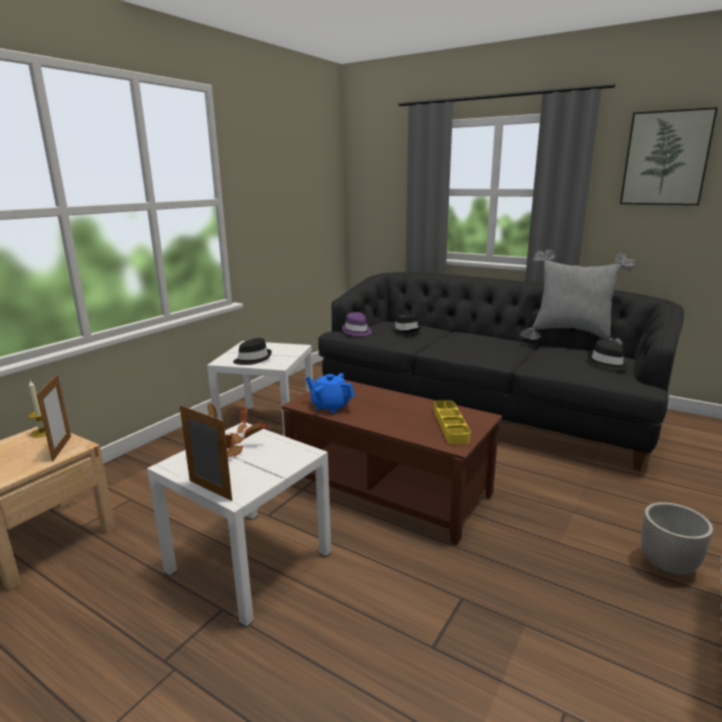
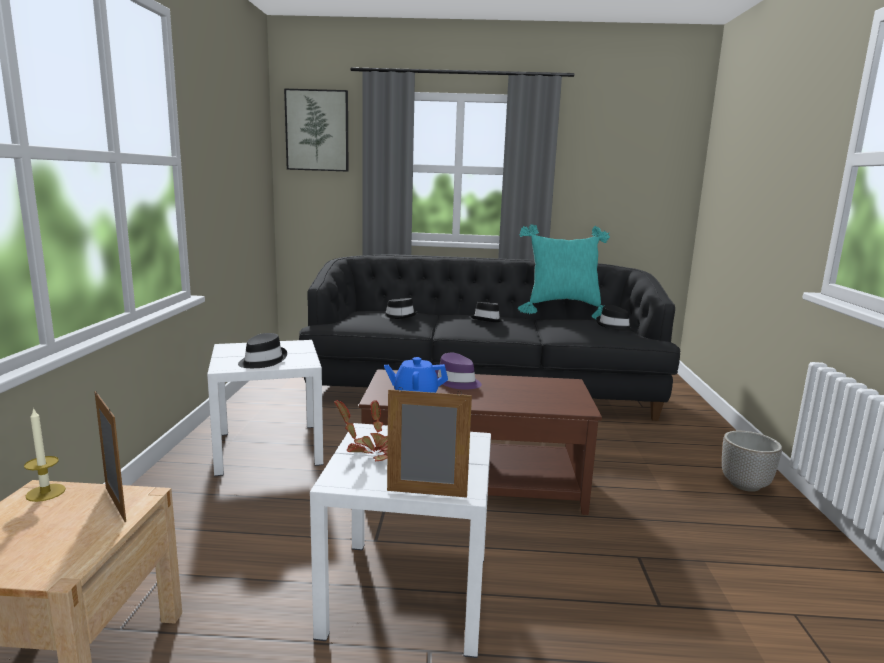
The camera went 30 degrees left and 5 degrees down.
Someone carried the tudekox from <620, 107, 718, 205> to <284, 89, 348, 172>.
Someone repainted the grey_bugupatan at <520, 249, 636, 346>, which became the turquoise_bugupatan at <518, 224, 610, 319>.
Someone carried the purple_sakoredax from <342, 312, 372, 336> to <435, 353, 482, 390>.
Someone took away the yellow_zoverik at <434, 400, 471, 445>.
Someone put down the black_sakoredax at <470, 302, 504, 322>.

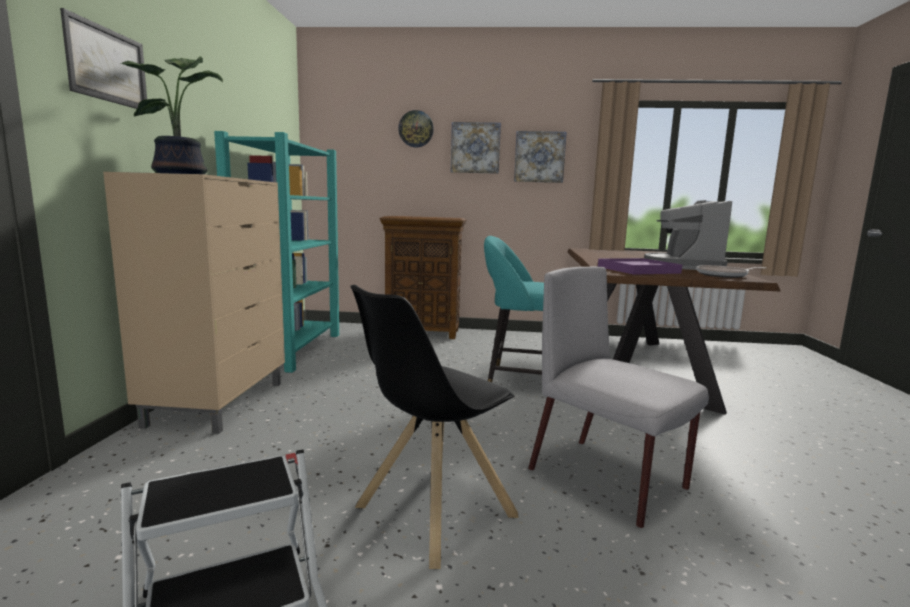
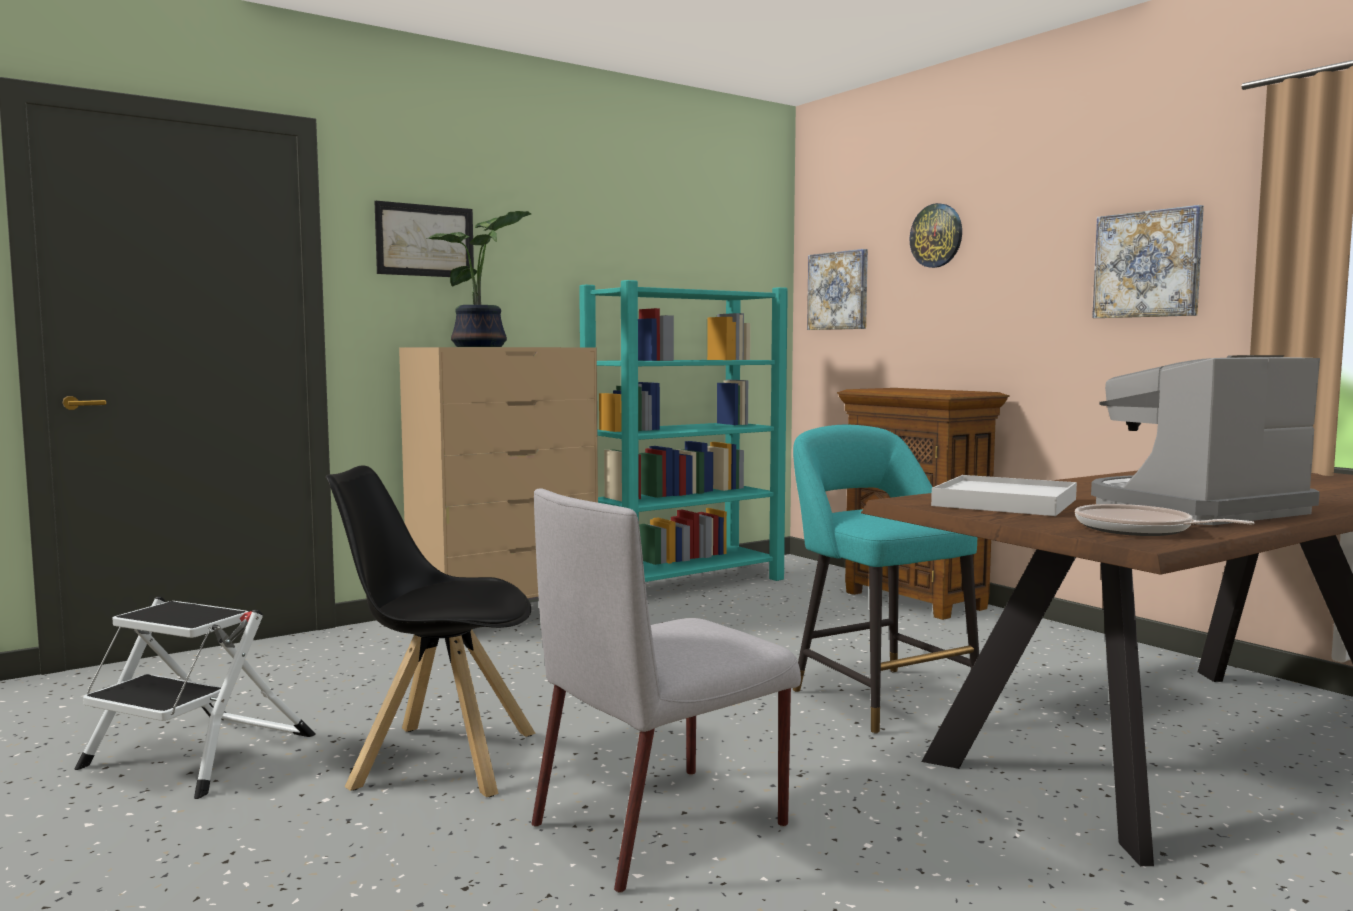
The camera went 50 degrees right and 5 degrees down.
Someone carried the tudekox from <451, 122, 501, 174> to <807, 249, 868, 330>.
Someone repainted the purple_zoverik at <598, 258, 682, 275>, which became the white_zoverik at <931, 475, 1077, 516>.
Someone rotated the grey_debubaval at <528, 267, 709, 528> by 135 degrees counterclockwise.

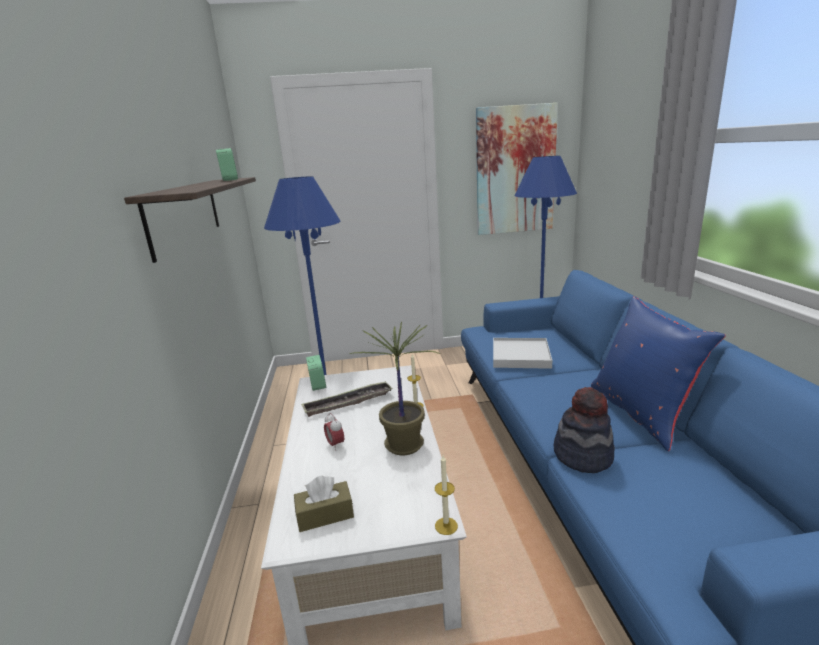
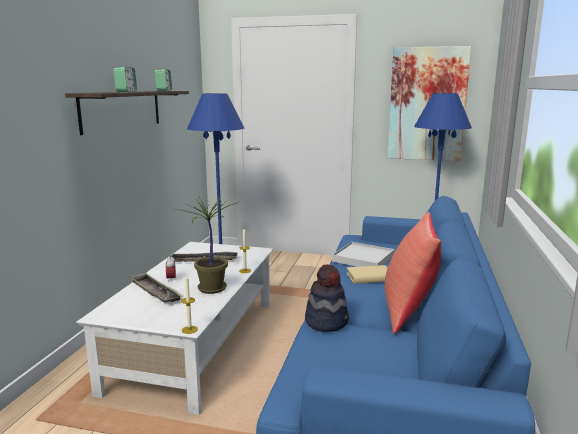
The camera went 20 degrees right and 5 degrees down.
Someone repainted the blue_bugupatan at <591, 296, 726, 451>, which became the red_bugupatan at <385, 212, 441, 334>.
Someone carried the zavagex from <306, 355, 326, 391> to <113, 67, 137, 92>.
Someone took away the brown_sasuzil at <294, 476, 354, 532>.
Someone put down the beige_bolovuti at <347, 265, 388, 284>.
Someone put down the zoverik at <129, 273, 183, 302>.

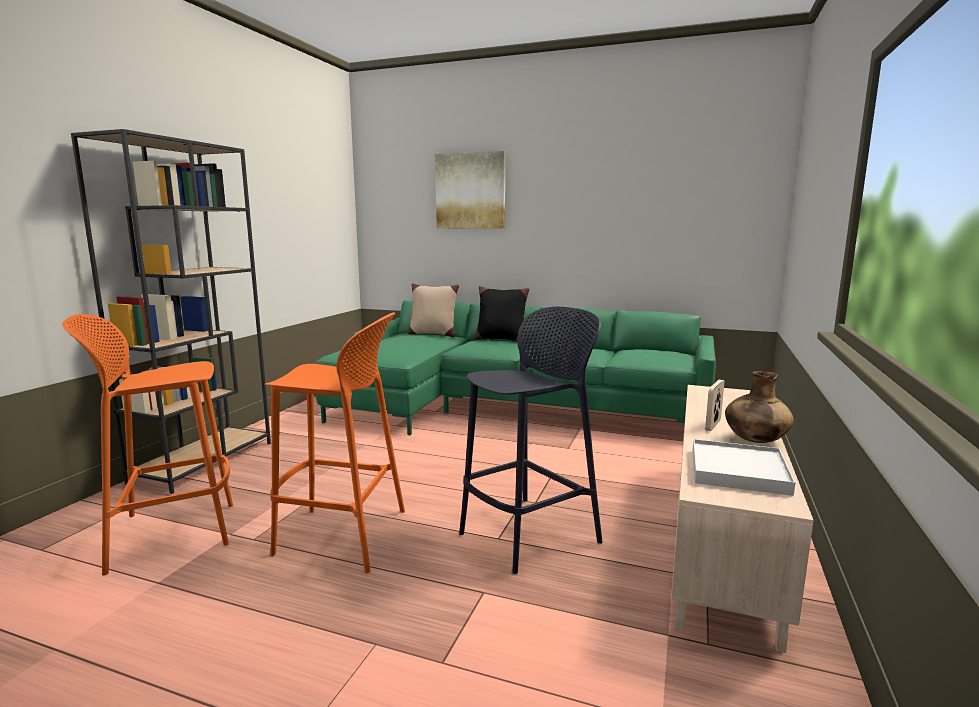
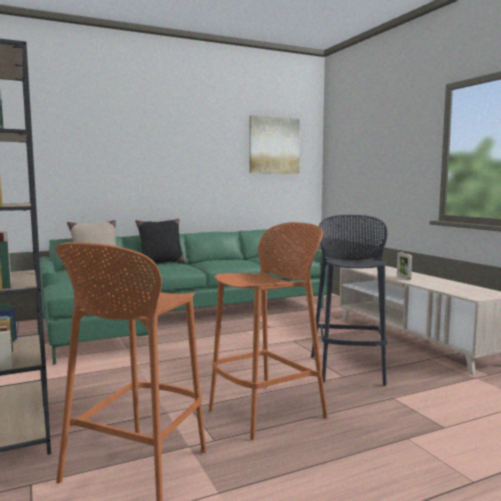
The camera went 45 degrees left and 5 degrees down.
Someone carried the tudekox from <435, 151, 505, 228> to <250, 115, 300, 174>.
Someone took away the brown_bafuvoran at <725, 371, 794, 443>.
Someone took away the white_zoverik at <693, 439, 795, 496>.

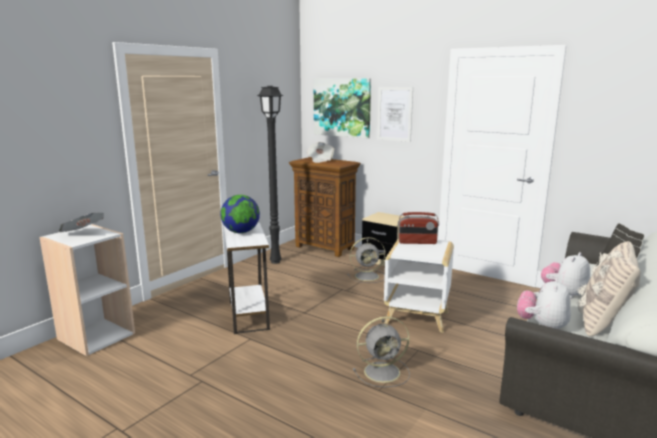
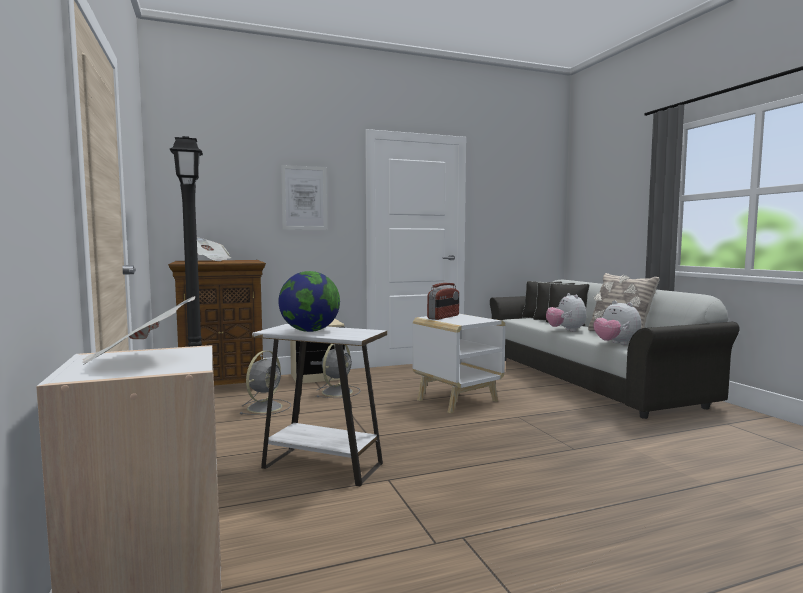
The camera went 55 degrees left and 10 degrees down.
Someone took away the tudekox at <314, 78, 371, 138>.
Someone carried the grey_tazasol from <353, 316, 410, 387> to <240, 351, 291, 415>.

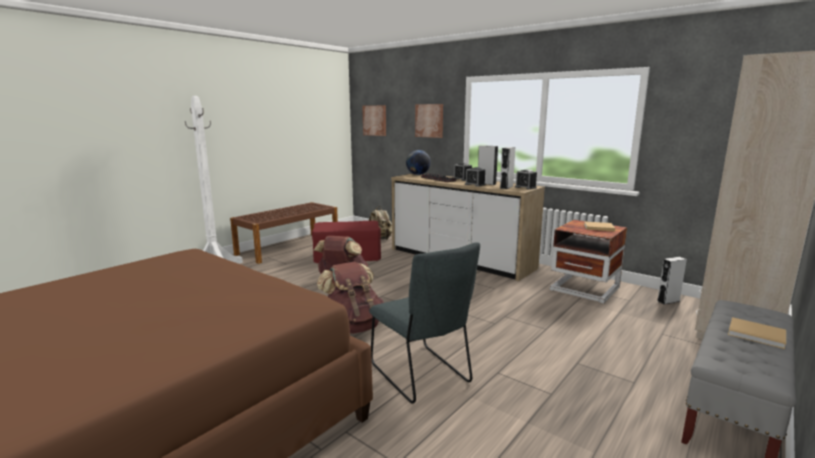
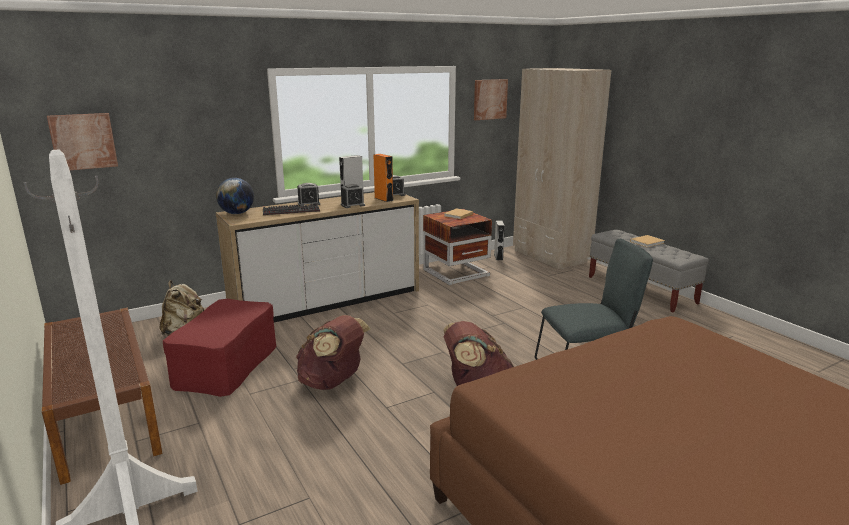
The camera went 70 degrees left and 5 degrees up.
Someone carried the tudekox from <415, 104, 443, 138> to <474, 79, 508, 120>.
Someone repainted the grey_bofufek at <500, 147, 515, 189>, which became the orange_bofufek at <373, 154, 393, 202>.

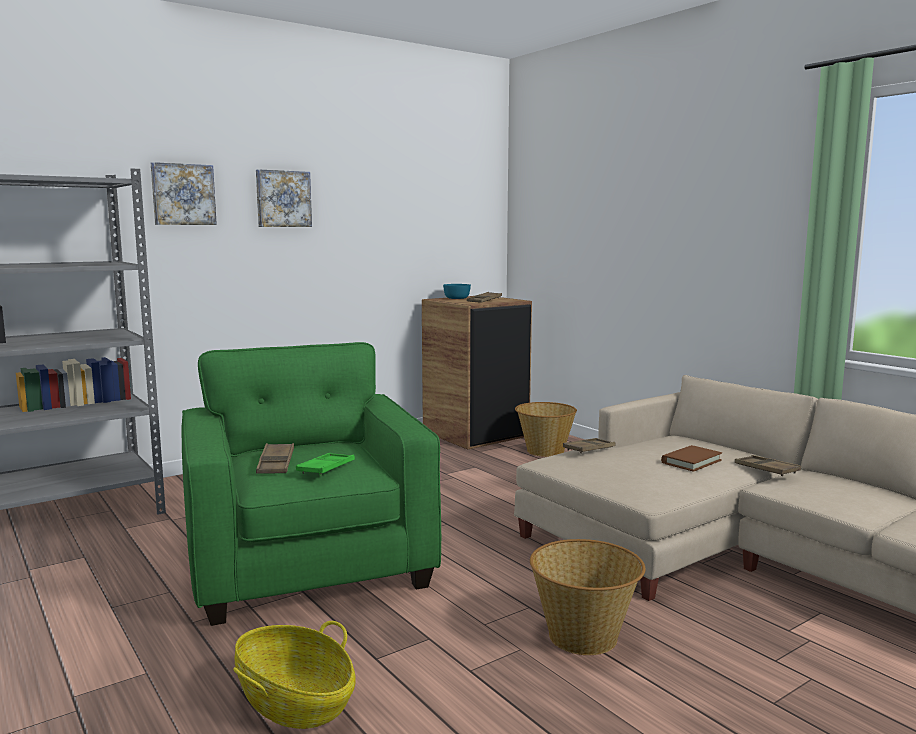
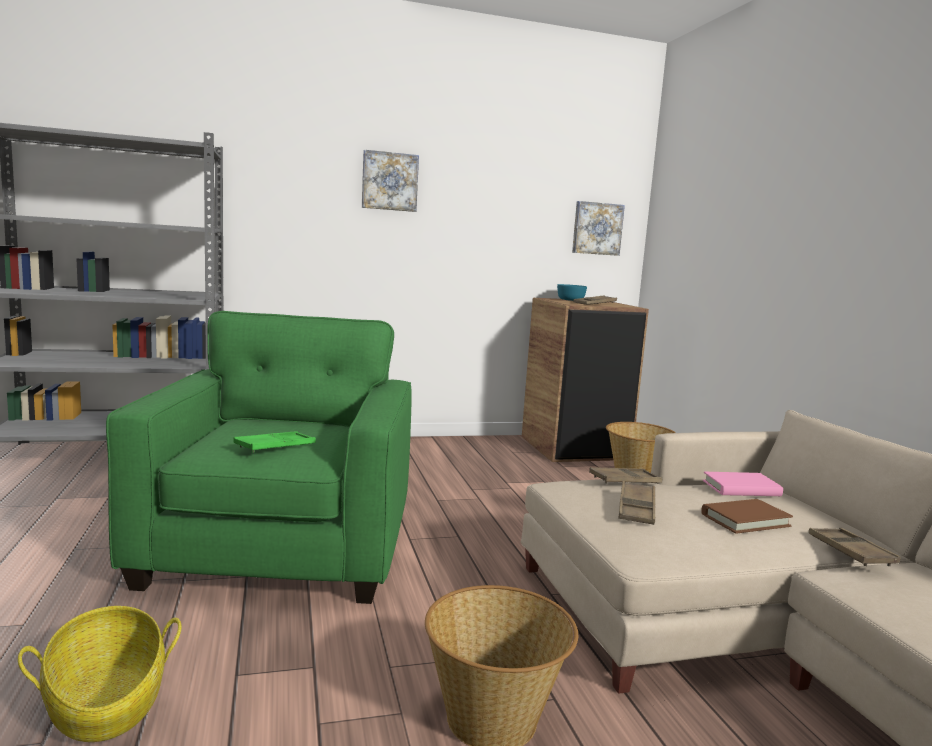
The camera went 20 degrees right and 0 degrees up.
Someone carried the tudekox from <151, 162, 217, 225> to <572, 201, 625, 256>.
Someone carried the brown_zoverik from <256, 443, 294, 474> to <618, 481, 655, 525>.
Someone put down the pink_bolovuti at <703, 472, 783, 496>.

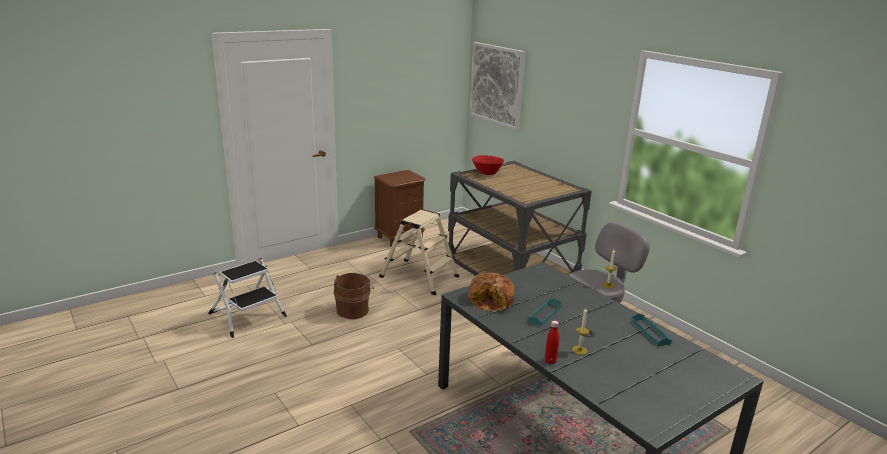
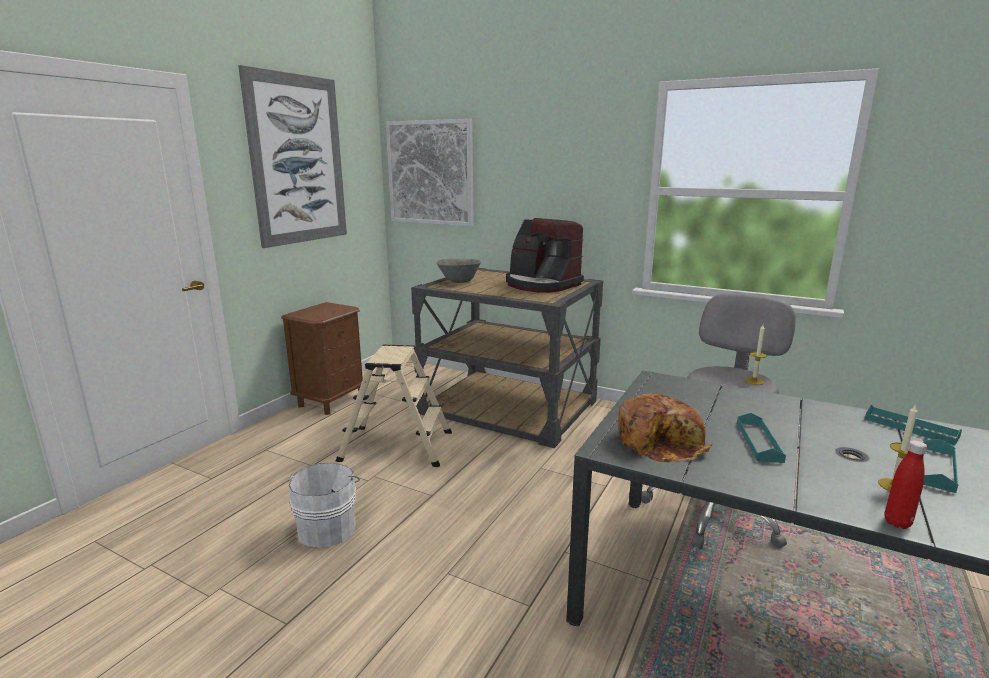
The camera went 25 degrees left and 5 degrees down.
Someone repainted the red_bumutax at <472, 155, 504, 175>, which became the grey_bumutax at <437, 259, 481, 283>.
Someone took away the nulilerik at <208, 258, 287, 338>.
Someone repainted the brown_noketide at <334, 273, 374, 319>, which became the white_noketide at <288, 463, 360, 548>.
Someone put up the tudekox at <238, 65, 347, 248>.
Someone put down the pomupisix at <506, 218, 584, 293>.
Someone put down the turquoise_zoverik at <923, 439, 959, 493>.

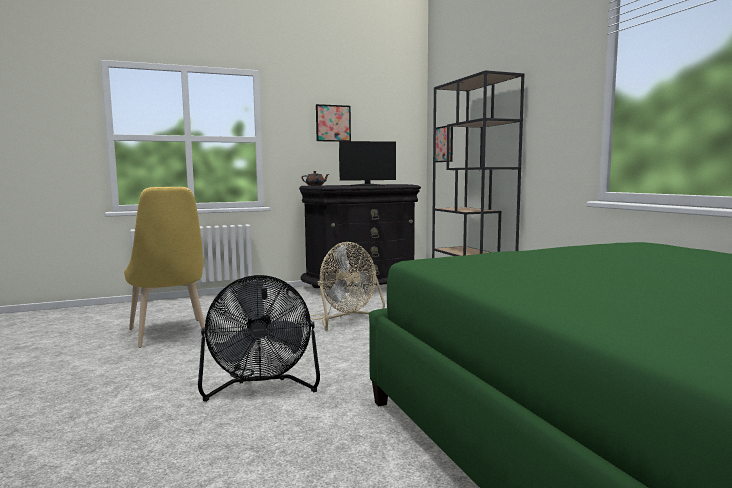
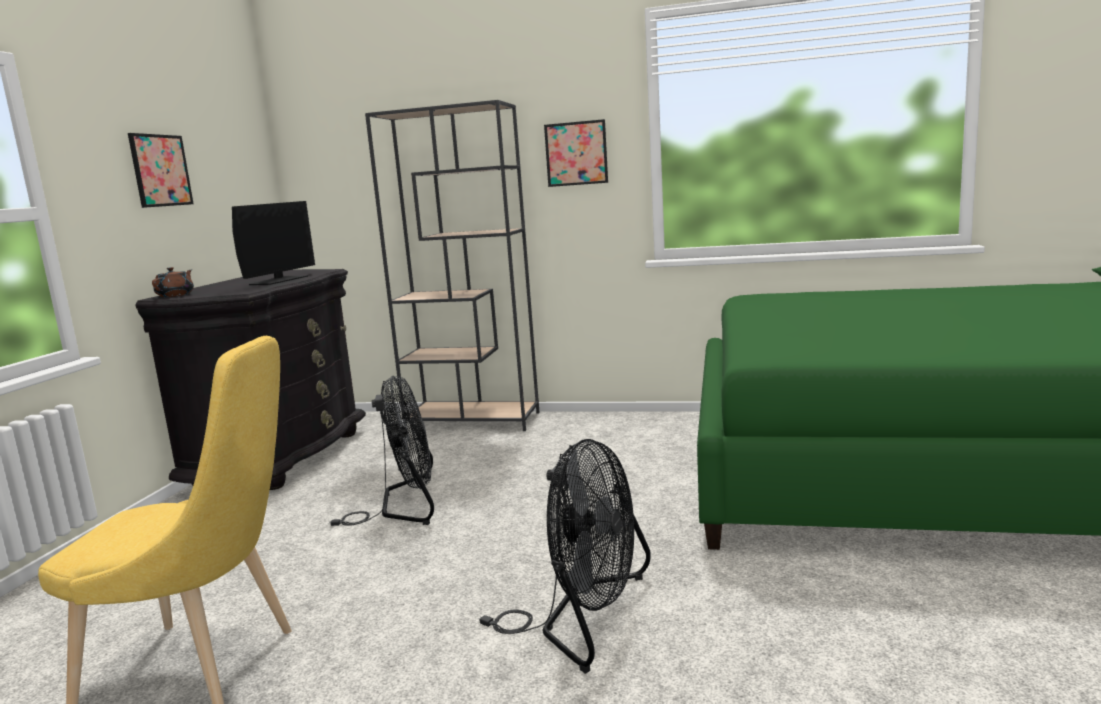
The camera went 55 degrees left and 5 degrees up.
Someone carried the tudekox from <436, 126, 453, 162> to <544, 119, 608, 187>.
Someone repainted the beige_tazasol at <310, 242, 385, 331>, which became the black_tazasol at <329, 376, 434, 526>.

